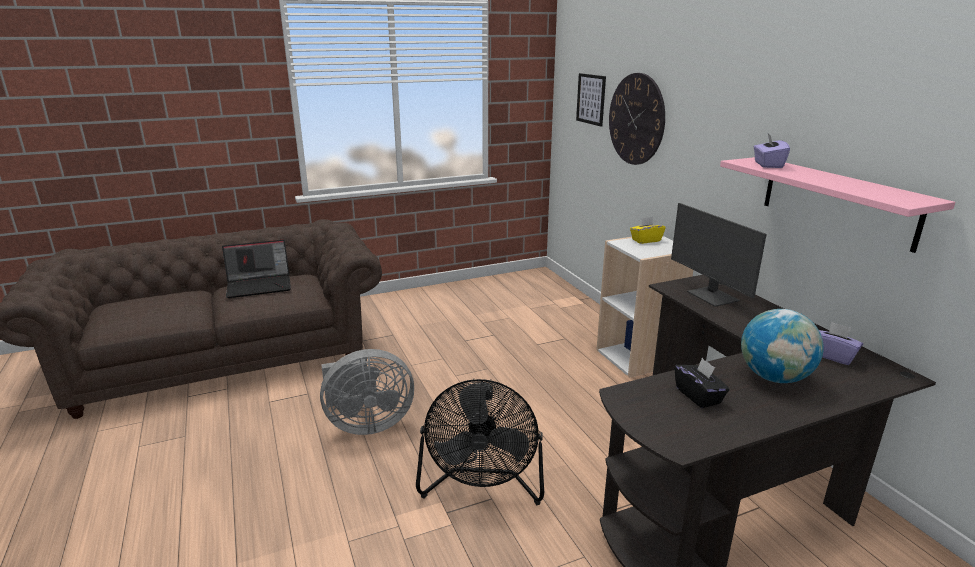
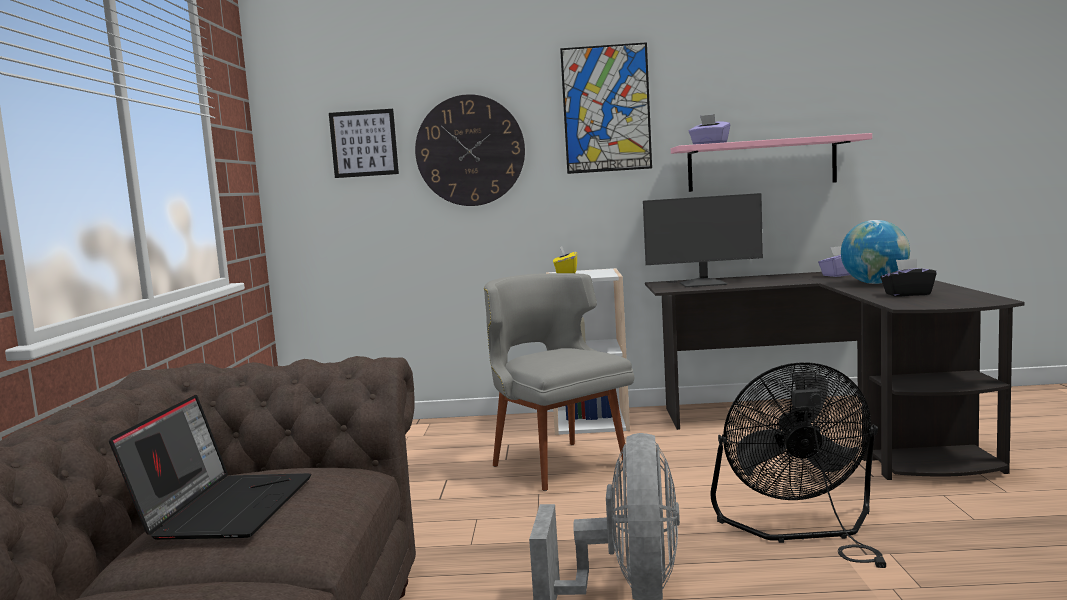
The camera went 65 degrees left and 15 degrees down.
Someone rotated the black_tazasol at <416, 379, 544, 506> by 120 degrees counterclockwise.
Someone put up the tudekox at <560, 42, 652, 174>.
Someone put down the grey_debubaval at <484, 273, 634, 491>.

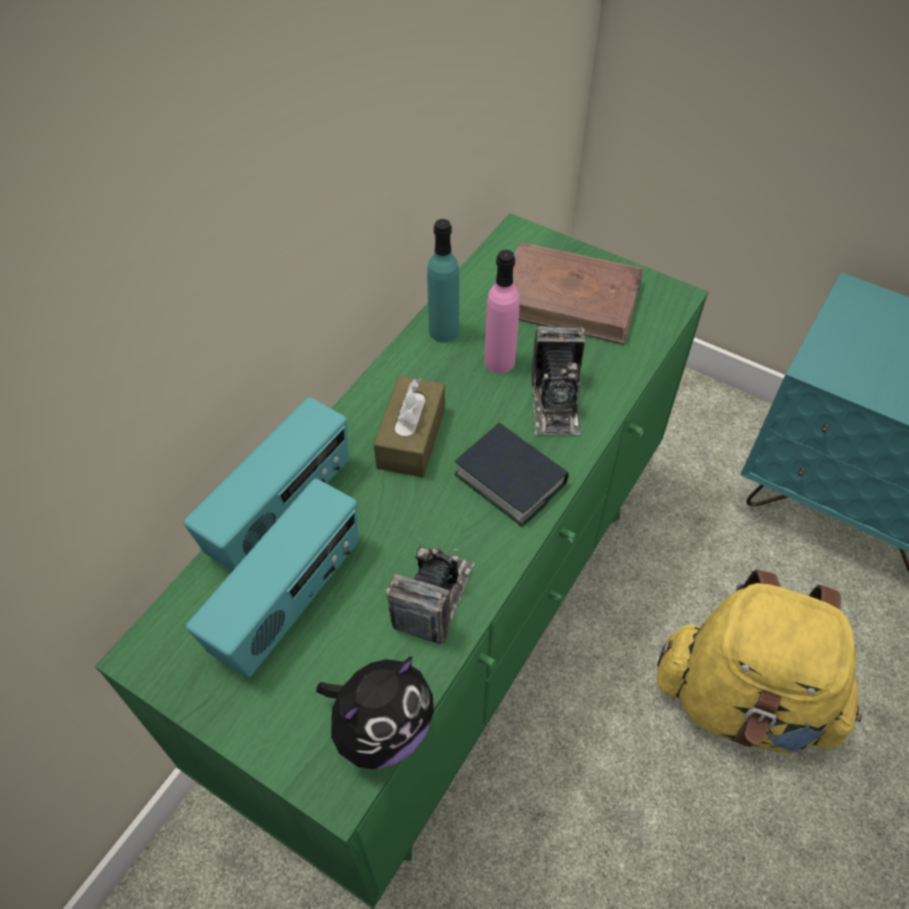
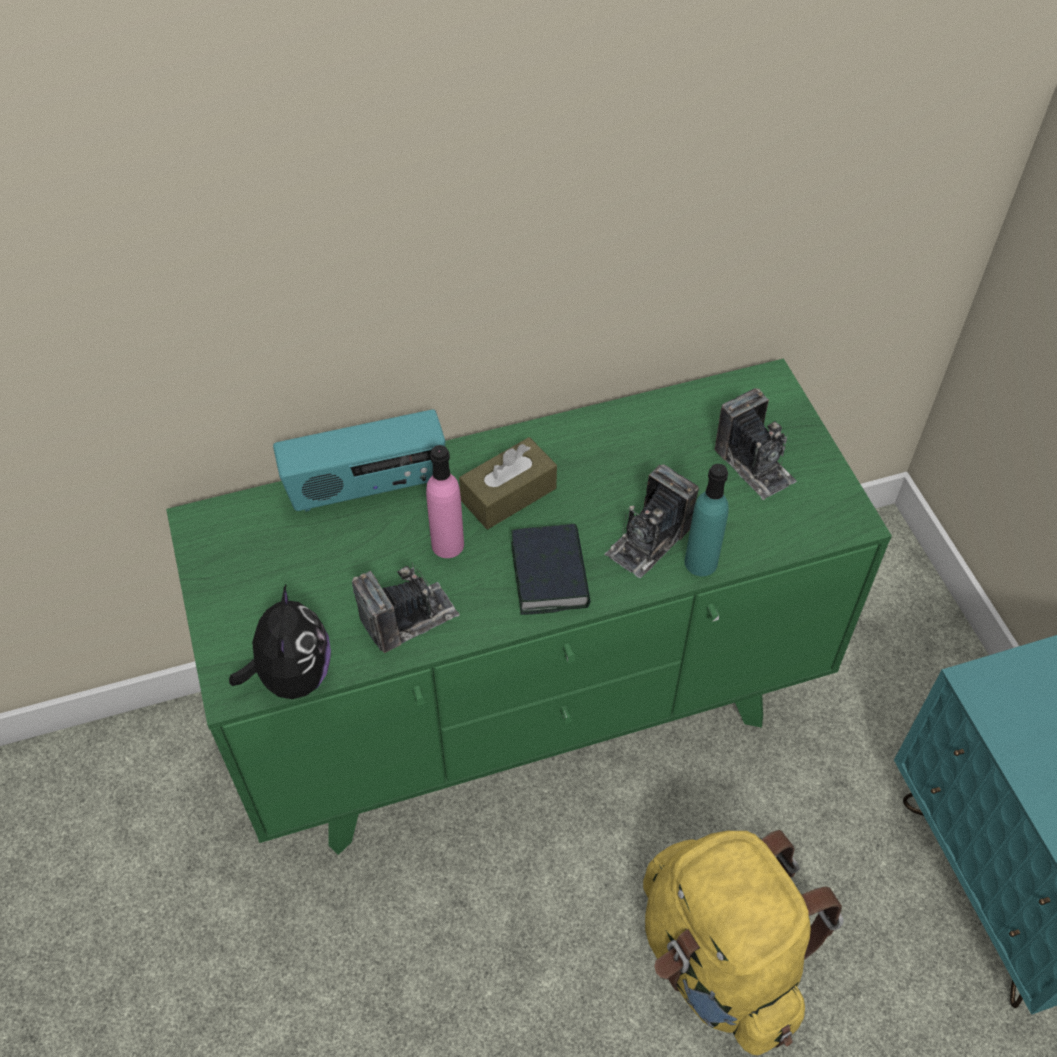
The camera went 40 degrees right and 0 degrees up.
Someone carried the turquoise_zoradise from <427, 219, 459, 342> to <685, 464, 729, 576>.
Someone swapped the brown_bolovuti at <513, 242, 643, 345> for the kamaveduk at <715, 388, 797, 500>.
Someone carried the pink_zoradise from <484, 250, 520, 373> to <426, 445, 464, 558>.
Someone took away the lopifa at <186, 479, 359, 678>.
Someone rotated the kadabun at <316, 653, 434, 770> by 90 degrees counterclockwise.

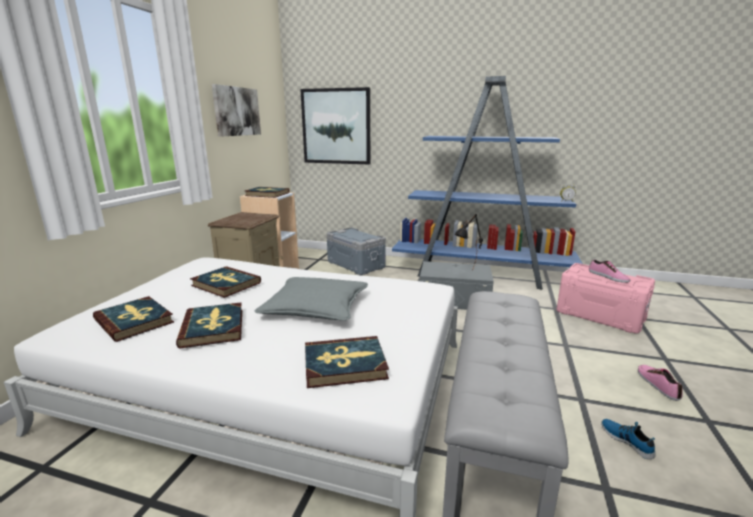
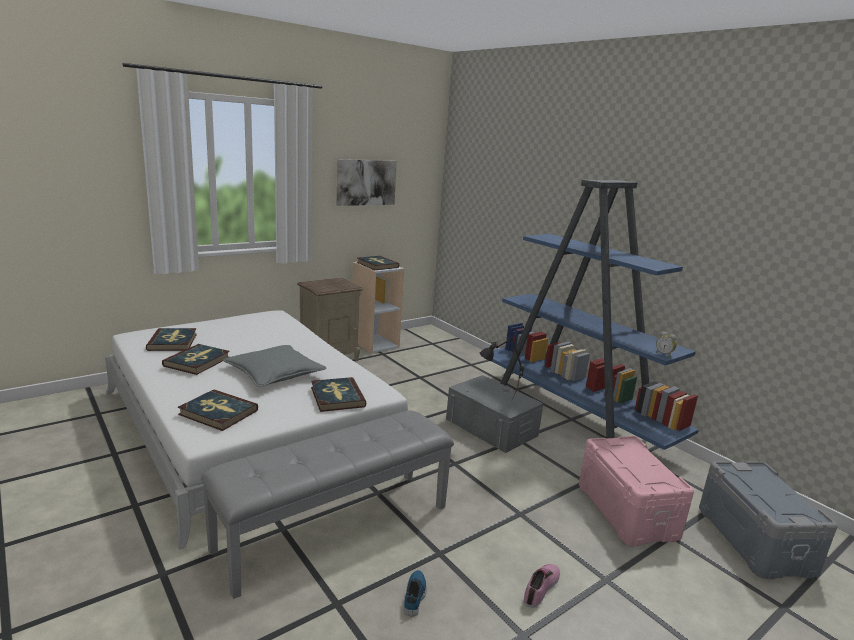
The camera went 35 degrees right and 0 degrees up.
Someone took away the tudekox at <300, 87, 370, 164>.
Someone carried the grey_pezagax from <327, 227, 386, 275> to <699, 461, 837, 579>.
Someone took away the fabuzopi at <589, 259, 630, 283>.
Someone carried the bolovuti from <190, 266, 261, 298> to <311, 377, 367, 412>.

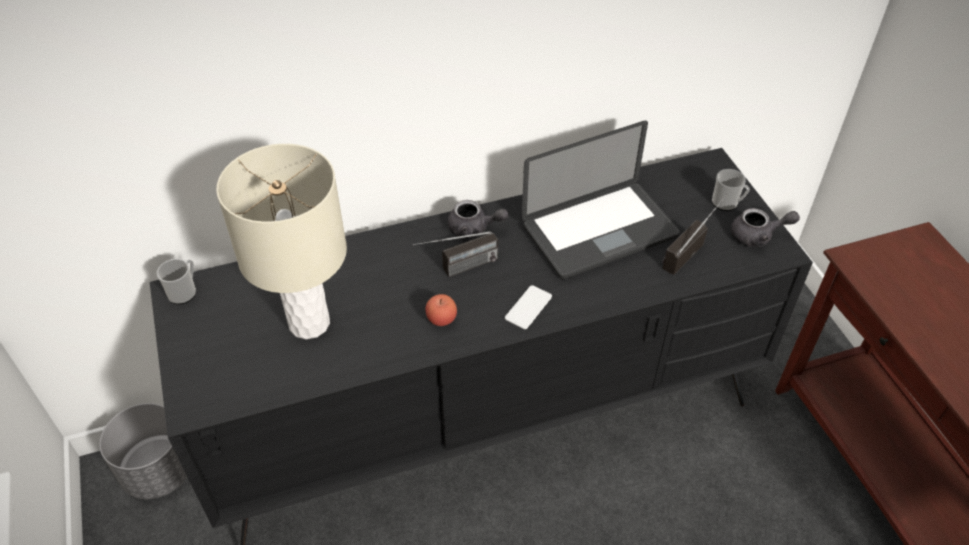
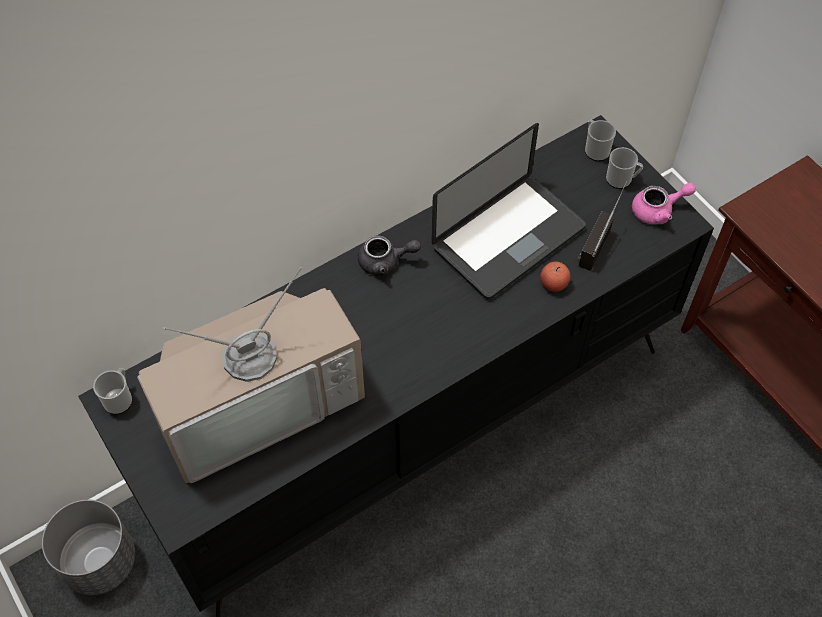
The camera went 15 degrees left and 10 degrees up.
Someone swapped the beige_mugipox at <216, 144, 347, 339> for the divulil at <137, 267, 365, 483>.
Someone repainted the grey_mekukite at <731, 208, 800, 247>, which became the pink_mekukite at <632, 182, 696, 224>.
Someone took away the lopifa at <413, 231, 498, 277>.
Someone took away the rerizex at <505, 285, 552, 329>.
Someone carried the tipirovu from <425, 294, 457, 326> to <540, 261, 571, 292>.
Someone put down the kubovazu at <585, 120, 616, 161>.

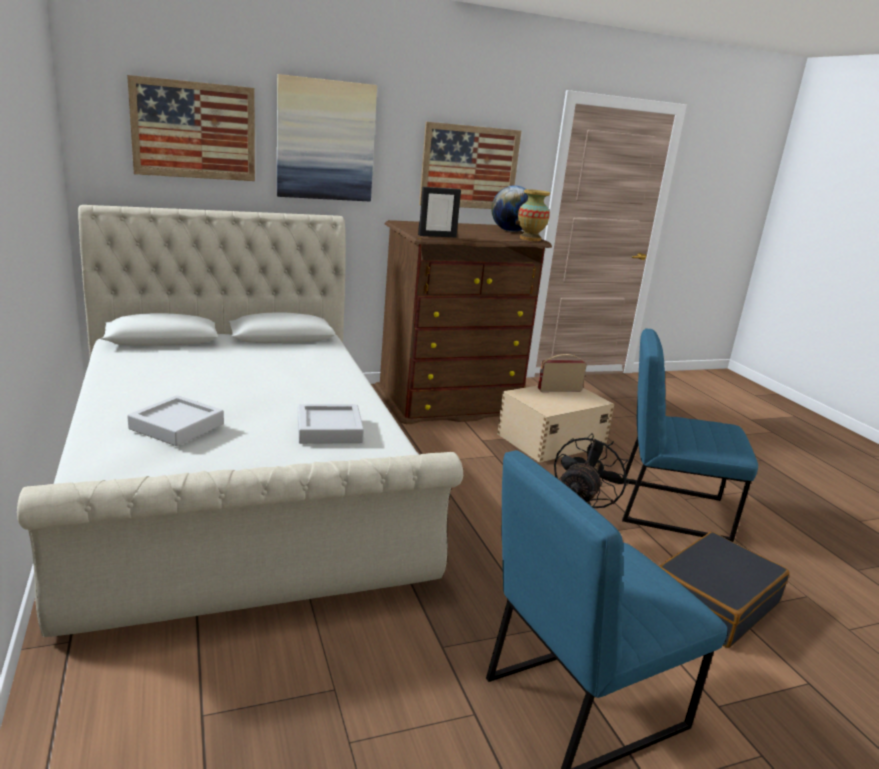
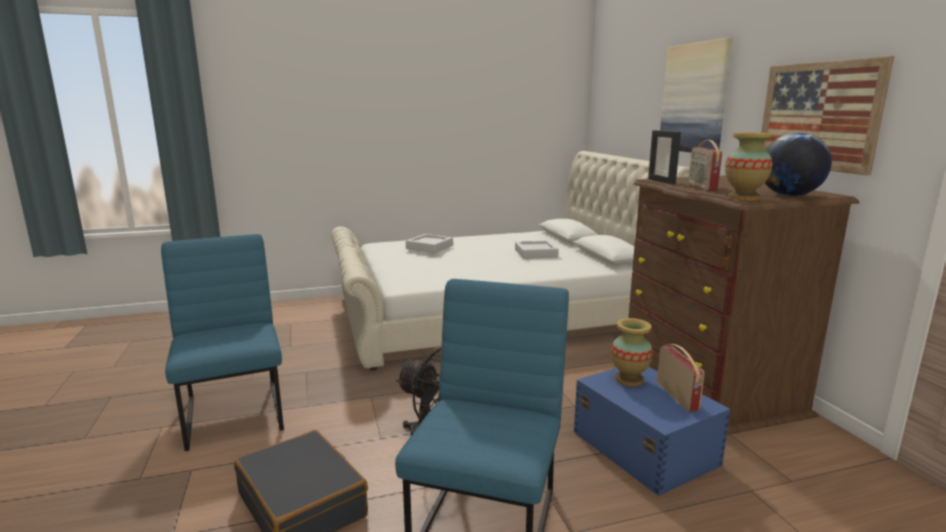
The camera went 95 degrees right and 5 degrees down.
Someone took away the tudekox at <127, 75, 255, 181>.
Someone repainted the beige_pezagax at <497, 386, 614, 463>, which became the blue_pezagax at <574, 367, 731, 496>.
Someone carried the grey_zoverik from <298, 404, 364, 444> to <515, 240, 559, 259>.
Someone put down the lopifa at <688, 140, 722, 191>.
Someone put down the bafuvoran at <611, 318, 653, 386>.

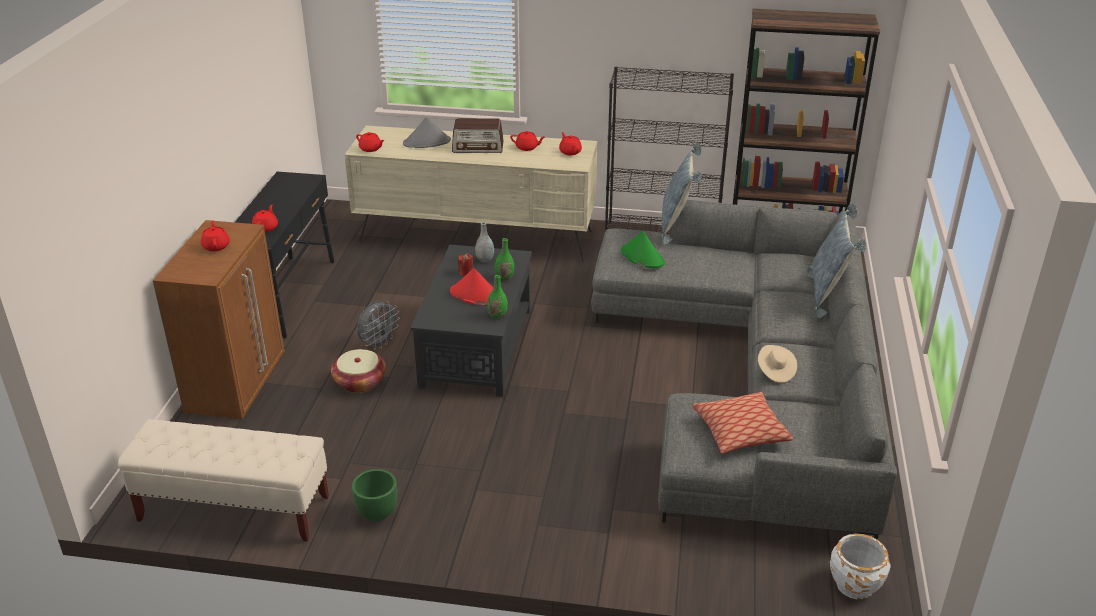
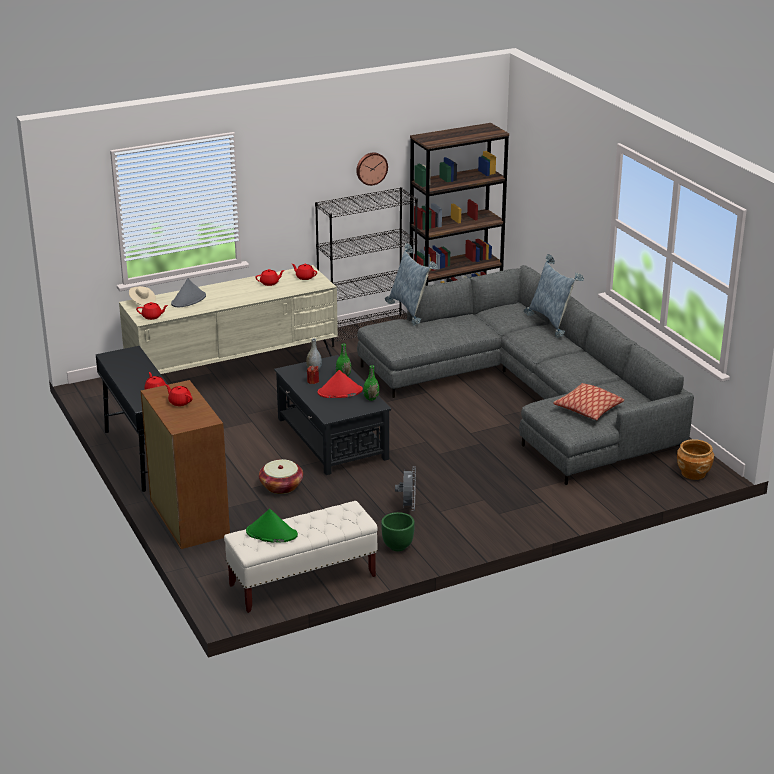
The camera went 35 degrees left and 5 degrees down.
Someone took away the lopifa at <452, 118, 503, 153>.
Someone carried the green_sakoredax from <621, 231, 665, 268> to <246, 509, 298, 543>.
Someone carried the grey_tazasol from <357, 301, 400, 350> to <395, 466, 416, 511>.
Someone carried the beige_sakoredax from <758, 345, 797, 383> to <129, 286, 156, 306>.
Someone repainted the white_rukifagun at <830, 534, 891, 599>, which became the brown_rukifagun at <677, 439, 714, 480>.
Someone put up the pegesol at <356, 152, 388, 186>.

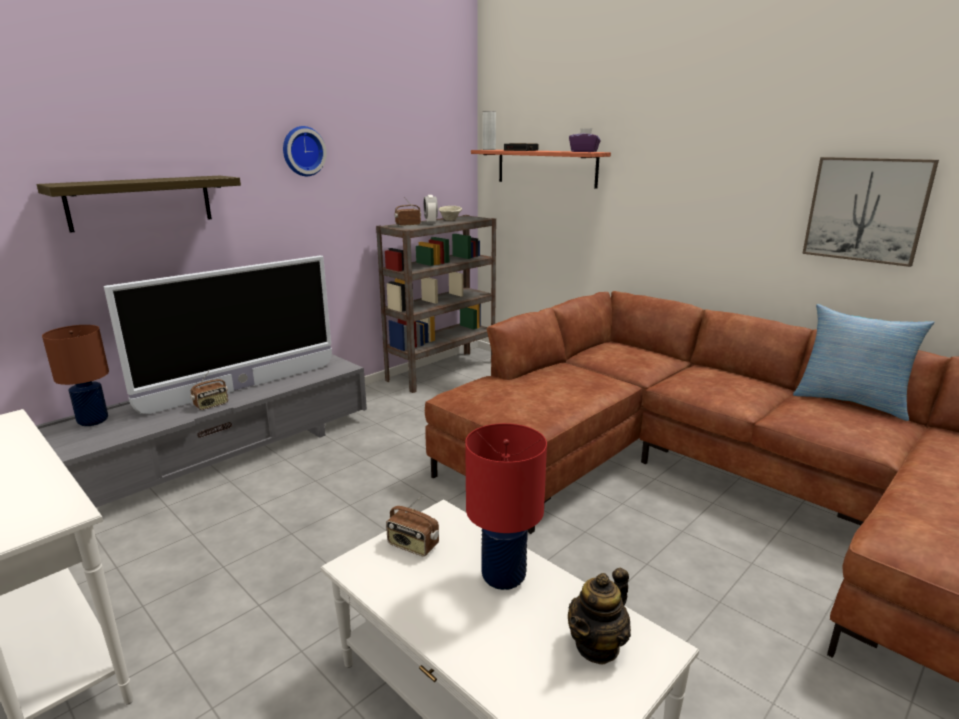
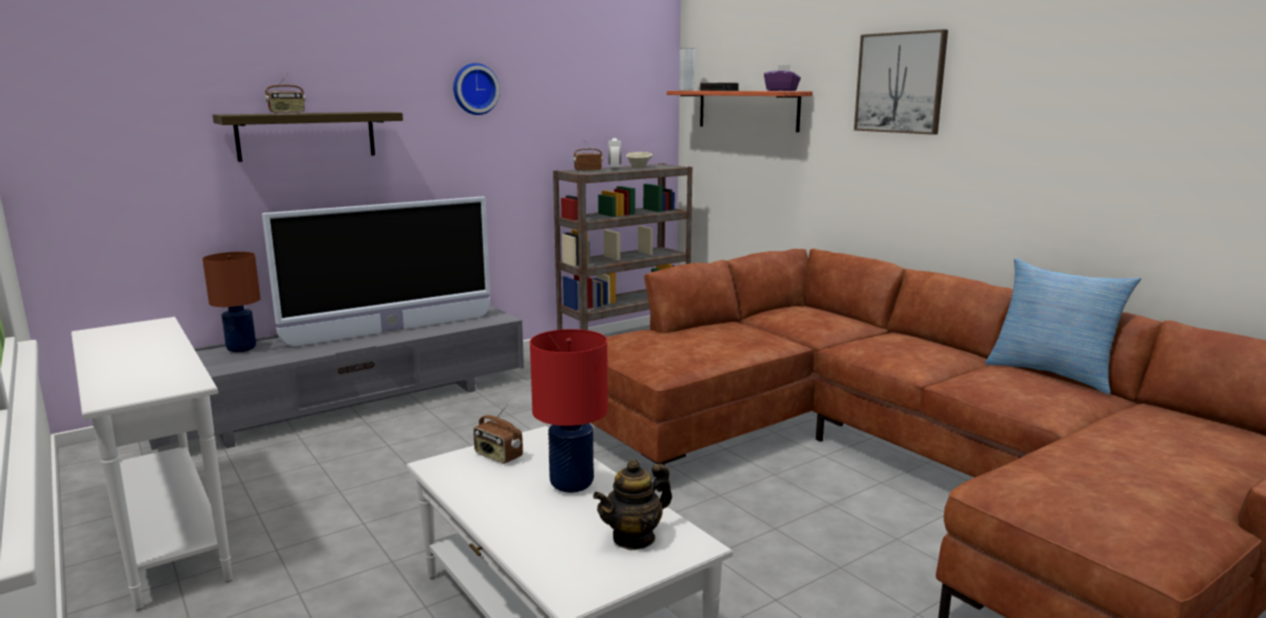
The camera went 10 degrees right and 5 degrees down.
Someone carried the tudekox from <802, 157, 939, 267> to <854, 29, 948, 135>.
Someone carried the lopifa from <190, 370, 228, 410> to <265, 74, 306, 114>.

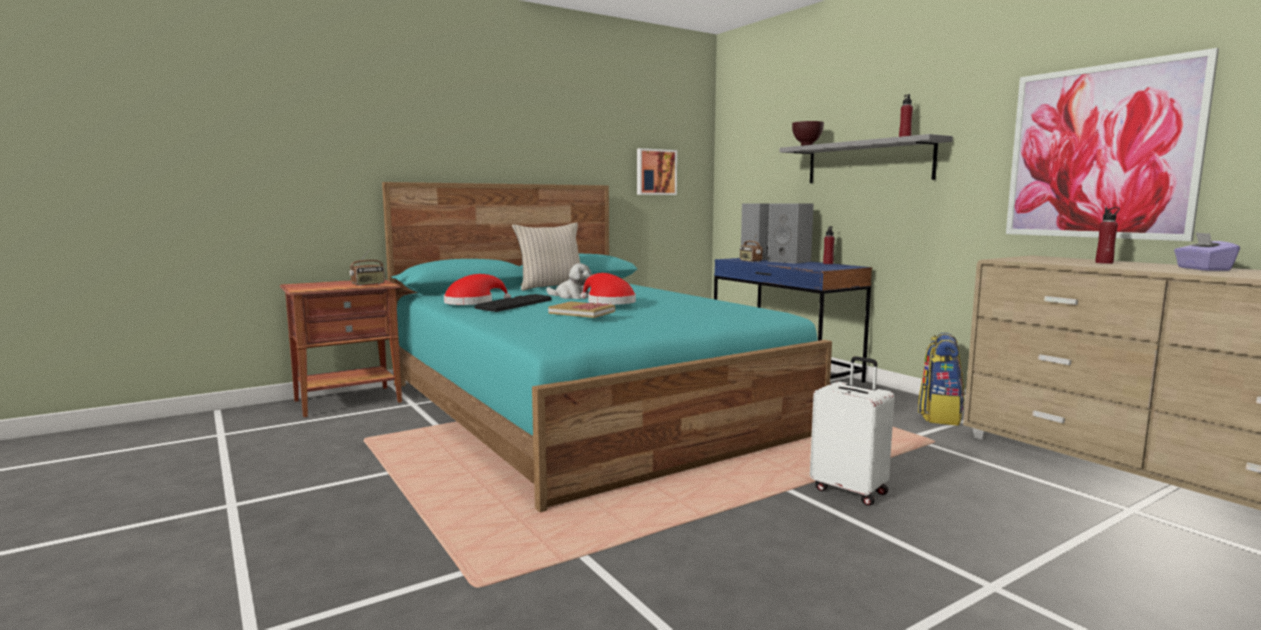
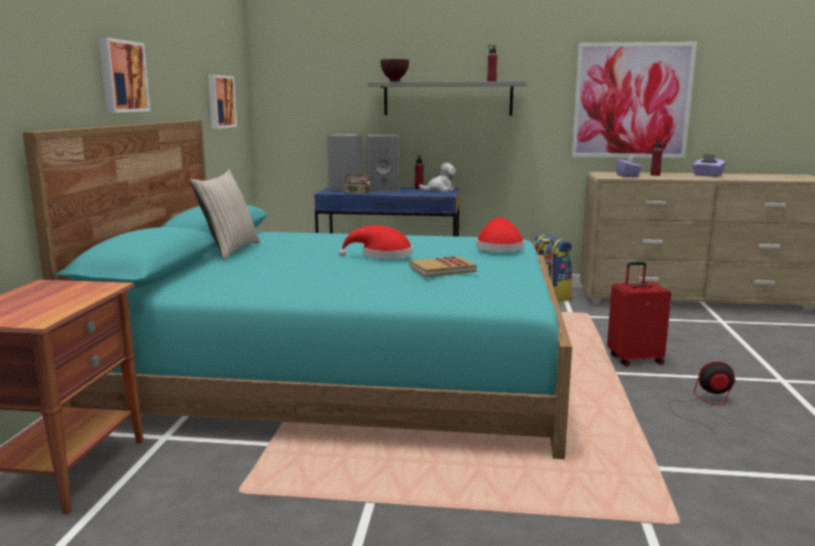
The camera went 50 degrees left and 5 degrees up.
Someone took away the lopifa at <349, 251, 385, 286>.
Someone carried the kadabun from <546, 263, 592, 299> to <419, 163, 457, 191>.
Someone carried the red_sakoredax from <444, 274, 511, 305> to <476, 217, 524, 252>.
Someone took away the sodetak at <474, 294, 552, 312>.
Someone repainted the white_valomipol at <810, 356, 895, 506>, which became the red_valomipol at <607, 262, 671, 366>.
Someone put up the tudekox at <99, 37, 150, 113>.
Someone put down the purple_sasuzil at <615, 154, 642, 177>.
Someone put down the tazasol at <669, 361, 736, 436>.

